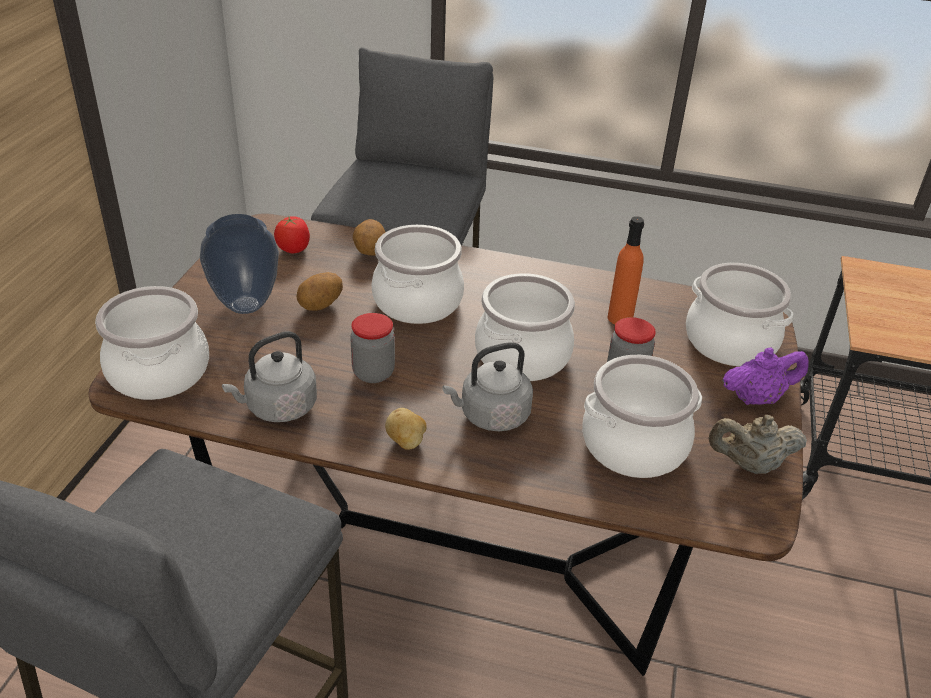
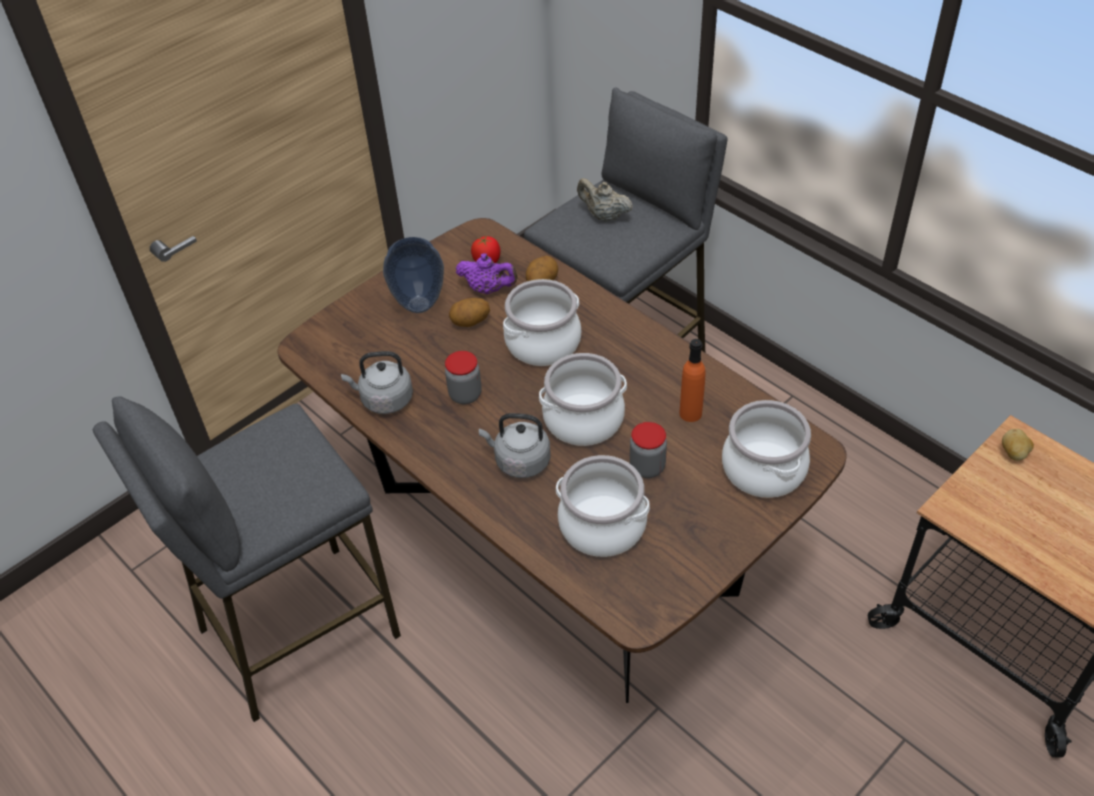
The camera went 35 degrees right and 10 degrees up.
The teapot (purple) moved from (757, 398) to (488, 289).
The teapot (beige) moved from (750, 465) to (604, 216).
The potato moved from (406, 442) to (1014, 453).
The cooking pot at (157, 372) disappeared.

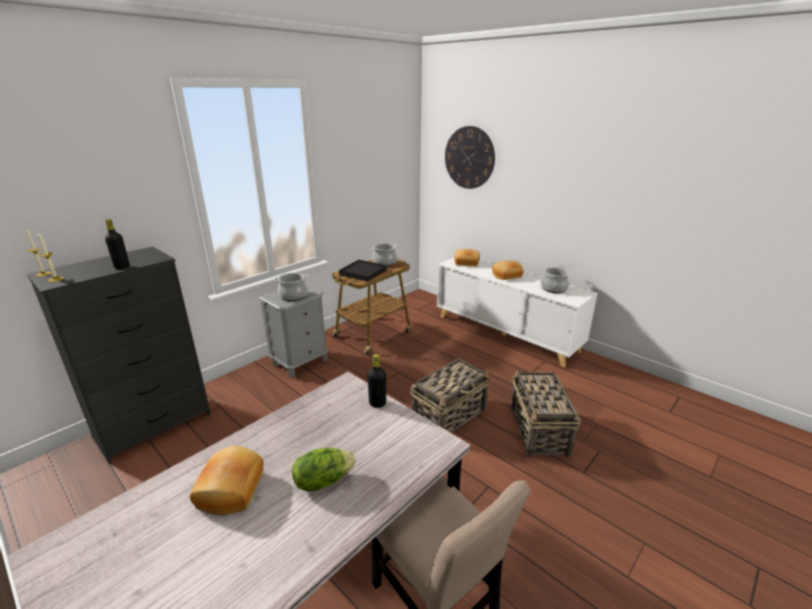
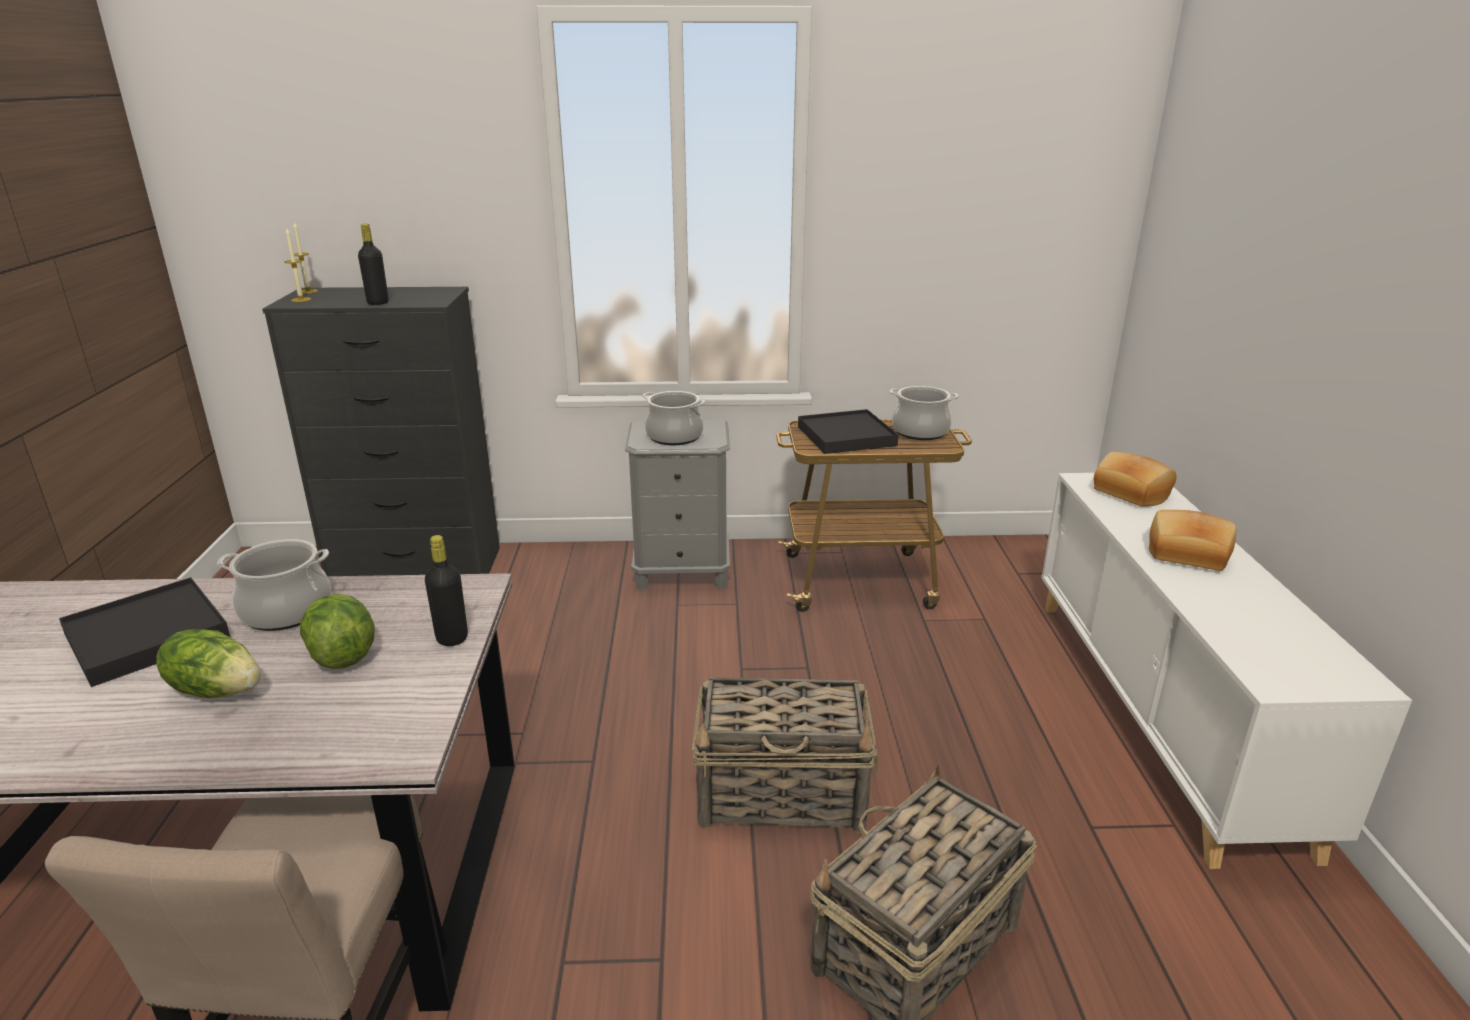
The camera went 45 degrees right and 0 degrees up.
The bread at (229, 490) was replaced by the tray (black) at (147, 635).
The cooking pot moved from (554, 288) to (286, 611).
The lettuce at (342, 654) appeared.
The wall clock at (469, 158) disappeared.

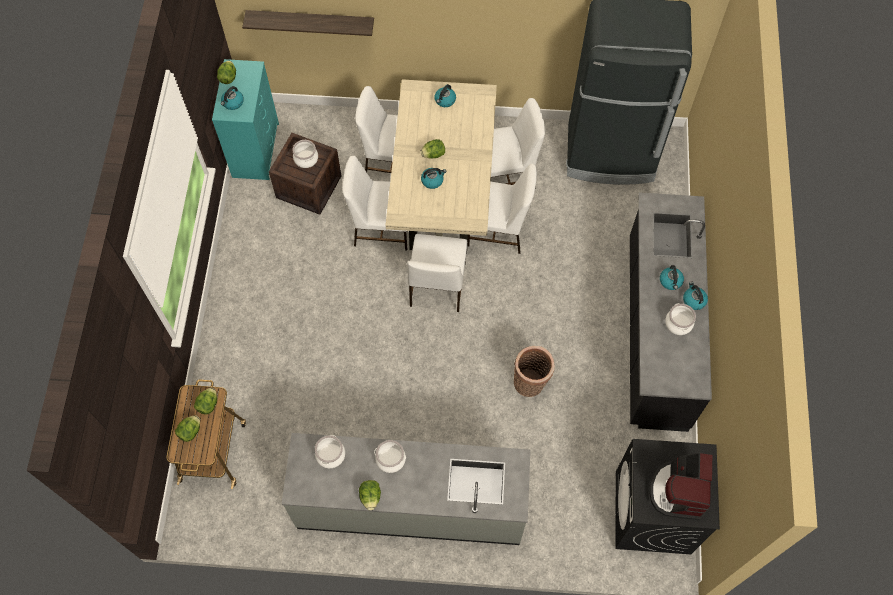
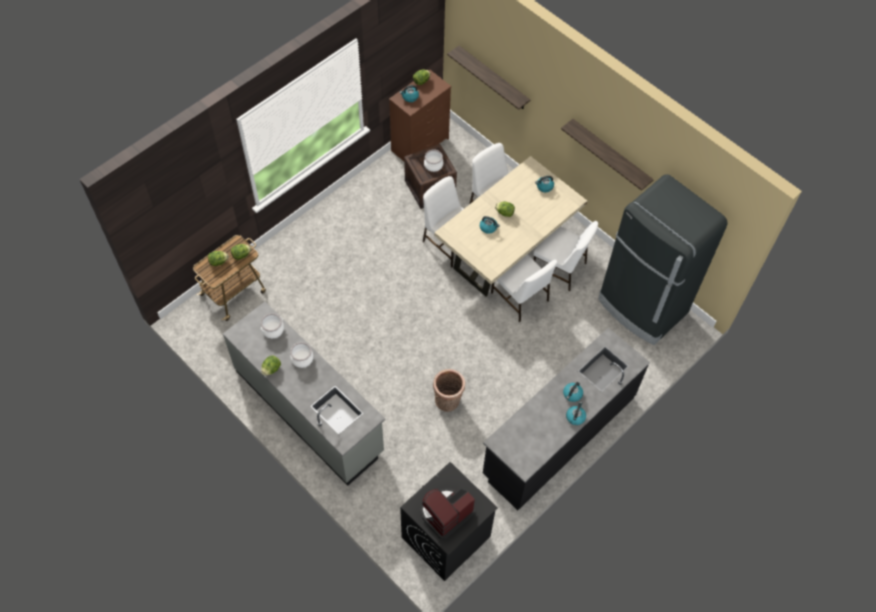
The camera went 40 degrees right and 5 degrees down.
The dresser (turquoise) at (255, 149) became the dresser (brown) at (420, 144).
The shelf at (610, 155) appeared.
The chair (white) at (437, 286) disappeared.
The cooking pot at (679, 323) disappeared.

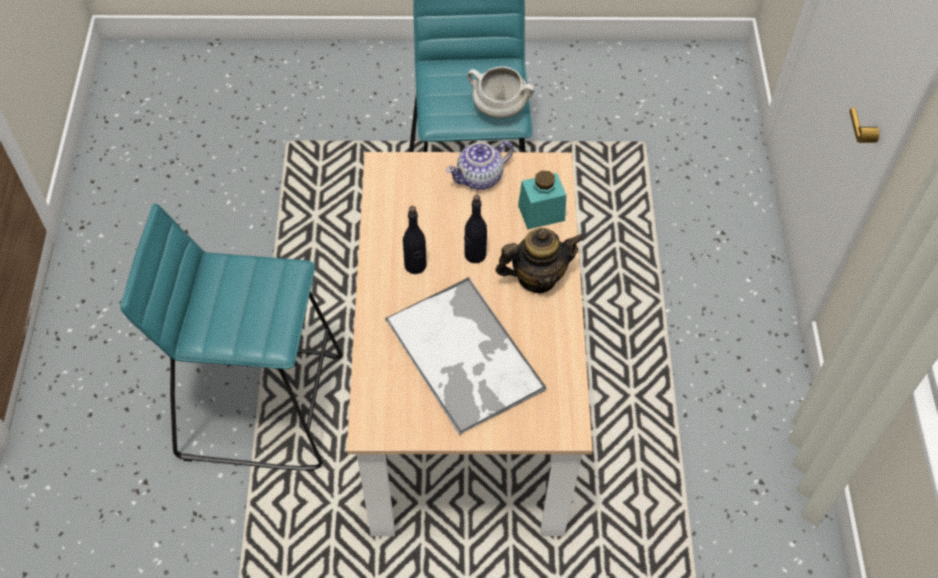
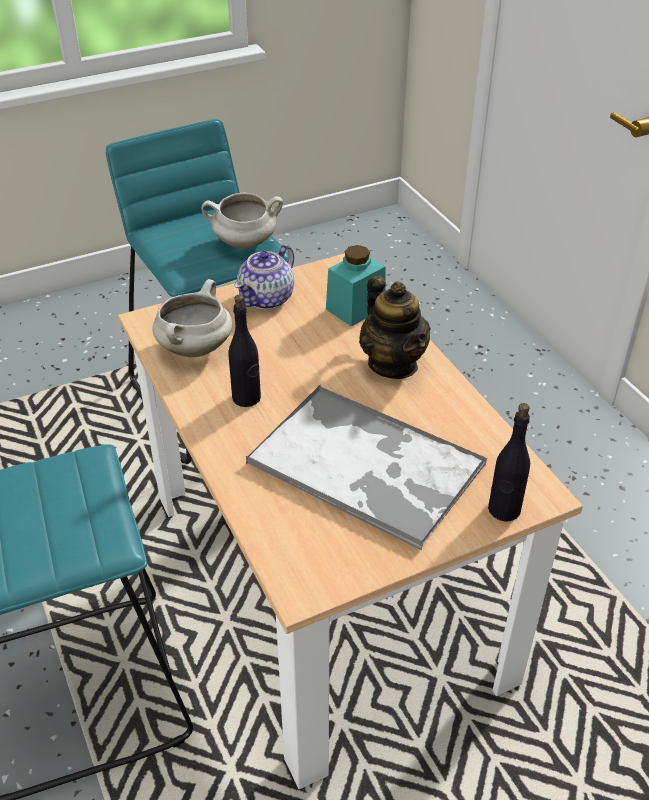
The camera went 25 degrees left and 15 degrees down.
The cooking pot (white) at (195, 348) appeared.
The teapot at (537, 277) turned 105 degrees clockwise.
The bottle (black) moved from (474, 255) to (504, 510).

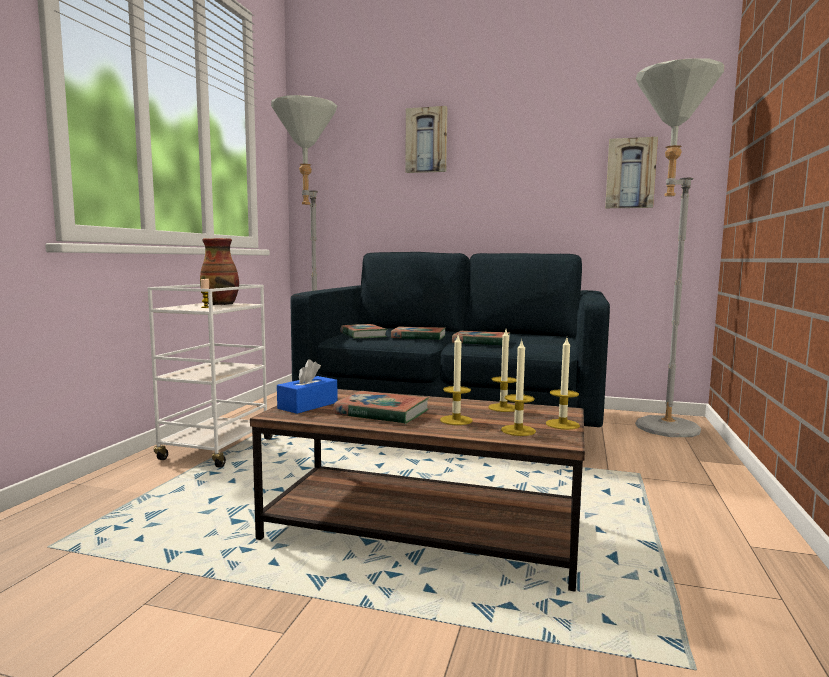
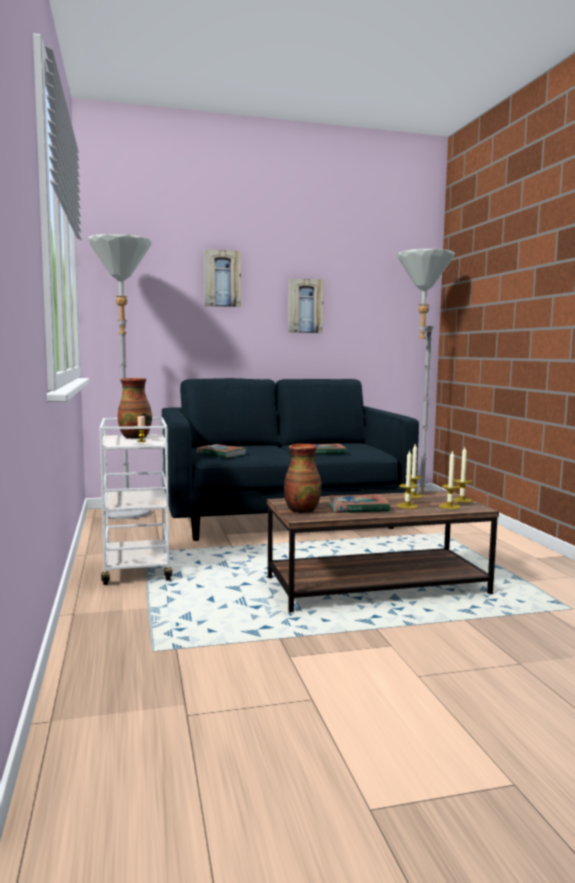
The camera went 30 degrees left and 0 degrees up.
The tissue box (blue) at (308, 405) was replaced by the vase at (301, 510).
The picture moved from (630, 173) to (305, 306).
The book at (418, 337) disappeared.

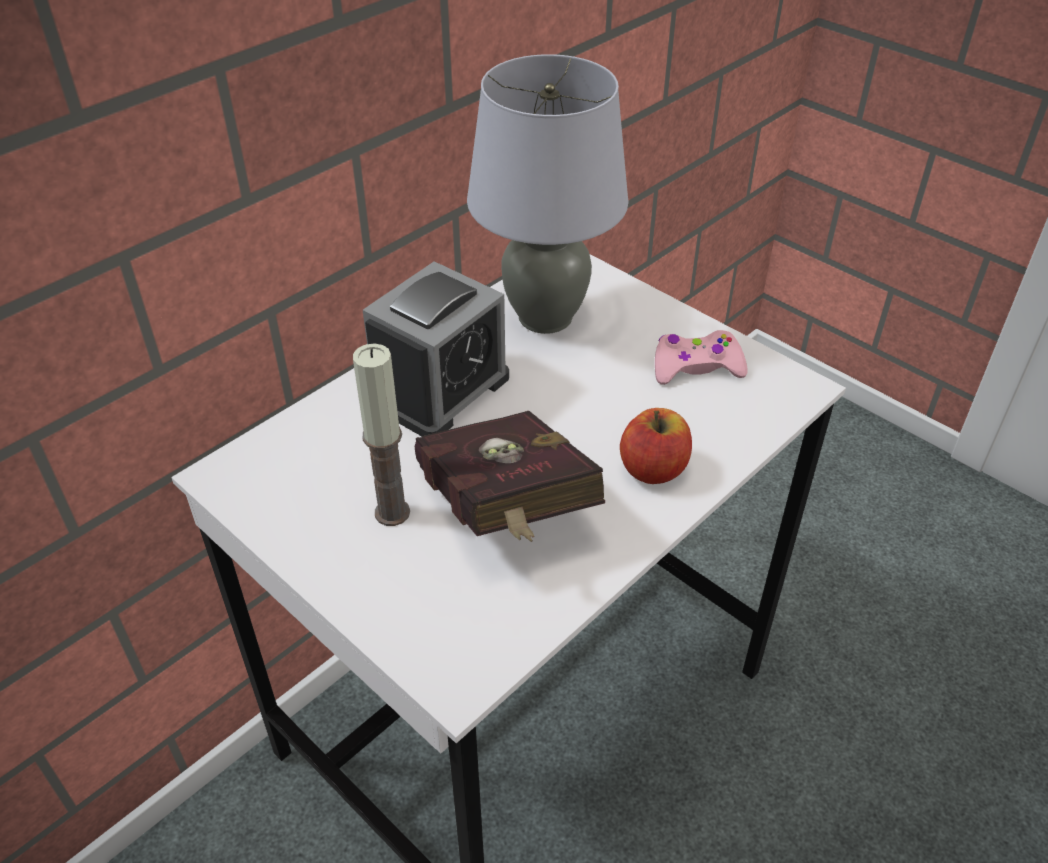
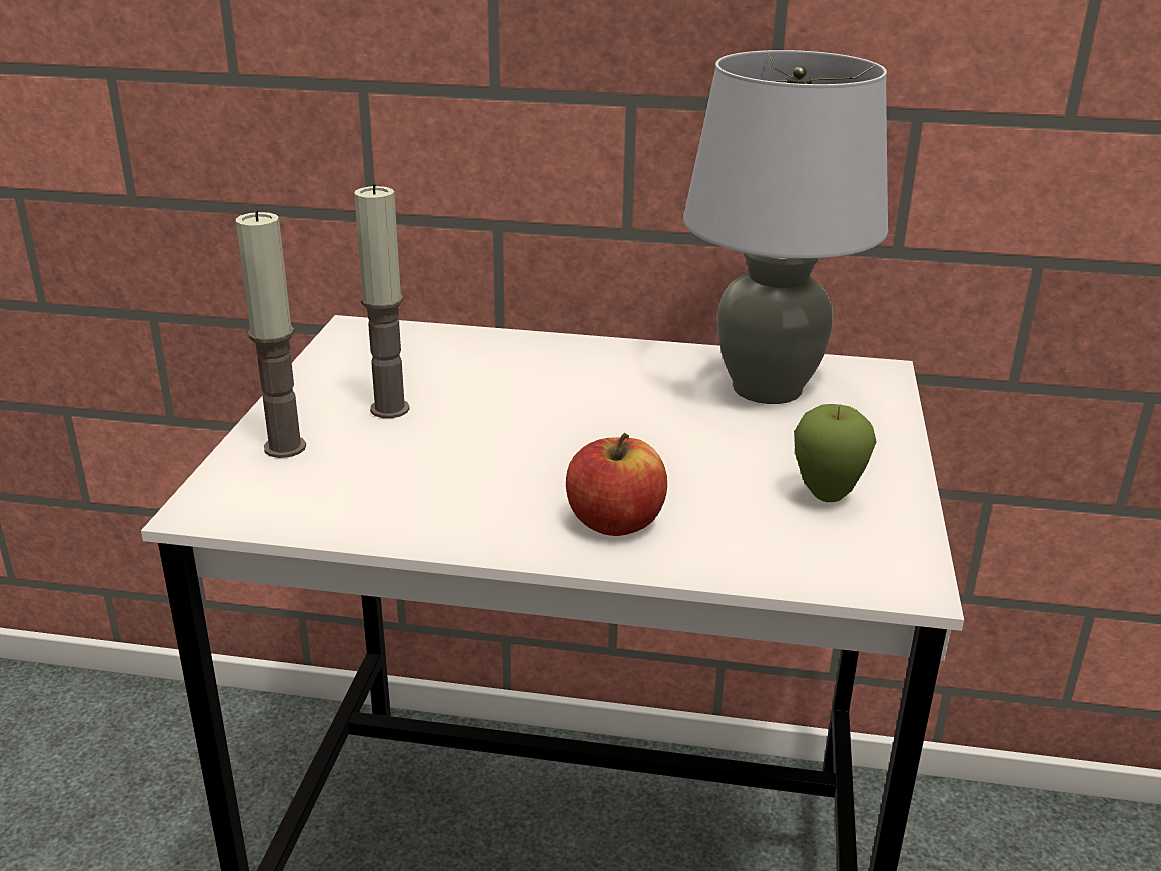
The camera went 55 degrees right and 15 degrees down.
The candle at (284, 447) appeared.
The game controller (pink) at (696, 367) was replaced by the apple at (826, 498).
The alarm clock at (440, 390) disappeared.
The book (red) at (506, 513) disappeared.

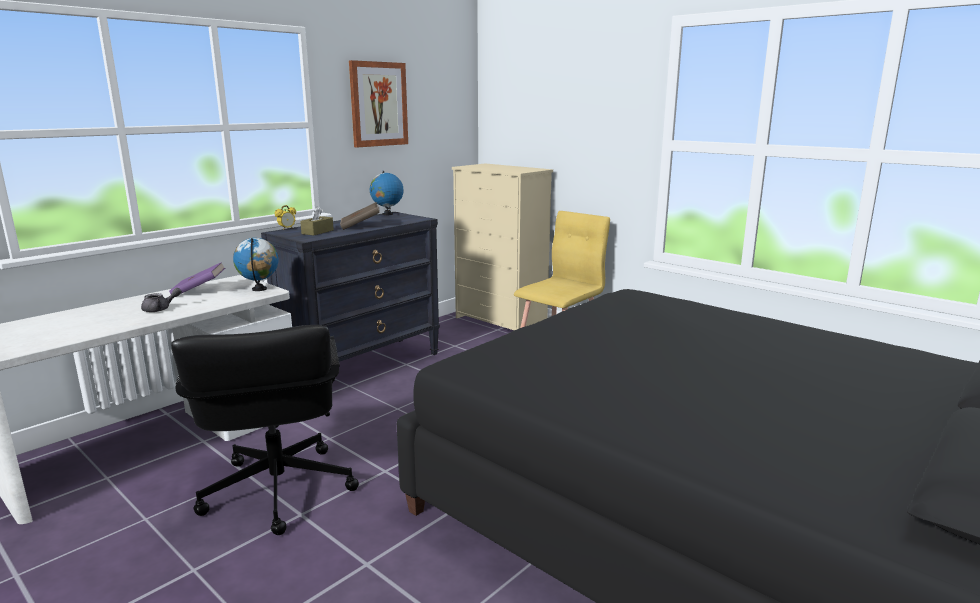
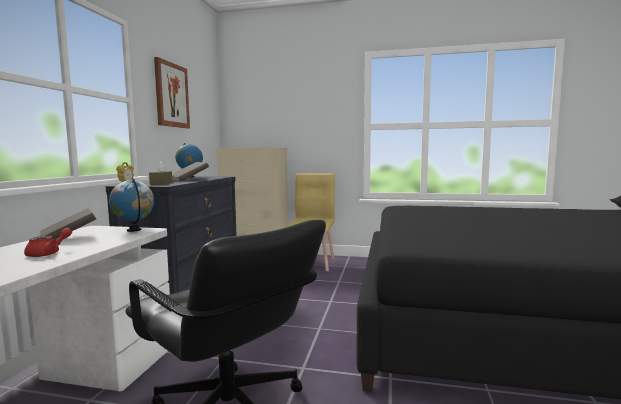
The camera went 30 degrees left and 10 degrees down.
The teapot (grey) at (160, 309) became the teapot (red) at (48, 253).
The book (purple) at (199, 291) became the book (brown) at (69, 238).

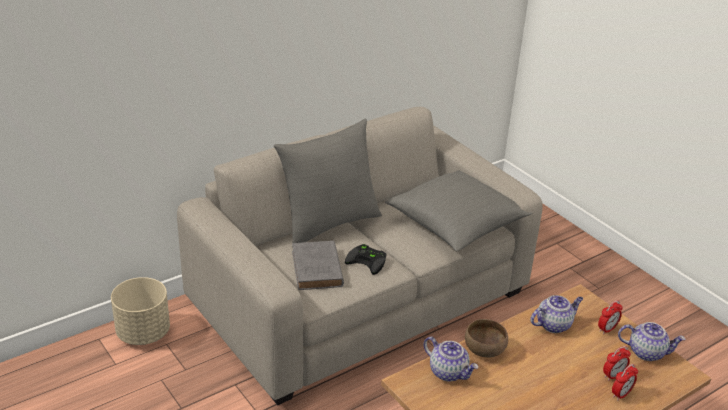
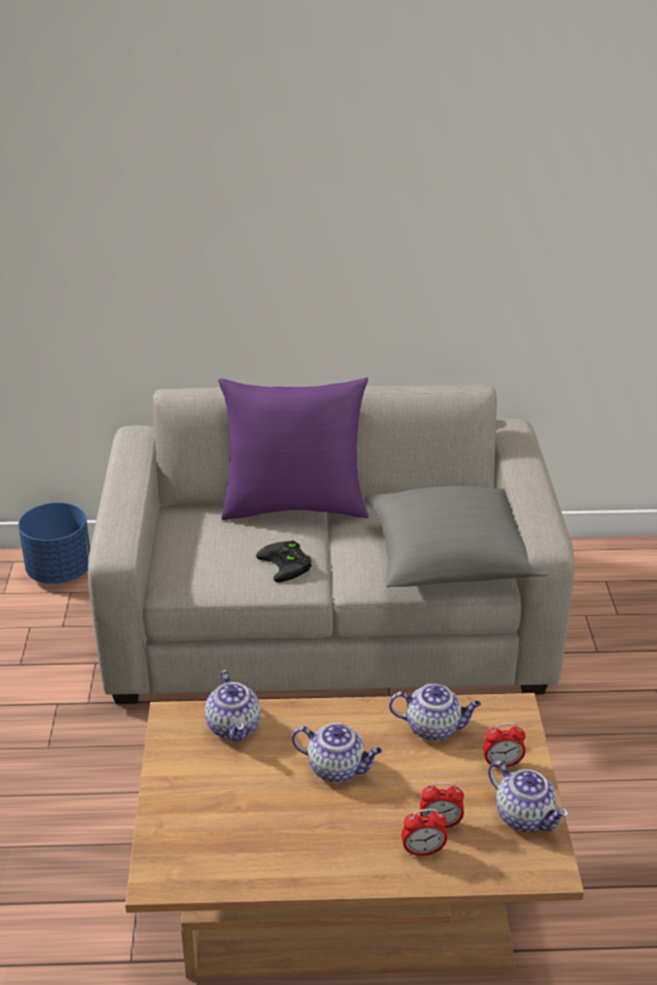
The camera went 35 degrees right and 0 degrees up.
The planter (beige) at (143, 332) became the planter (blue) at (60, 571).
The pillow (grey) at (329, 223) became the pillow (purple) at (294, 506).
The teapot at (337, 769) appeared.
The book (grey) at (317, 270) disappeared.
The bowl (brown) at (484, 349) disappeared.

